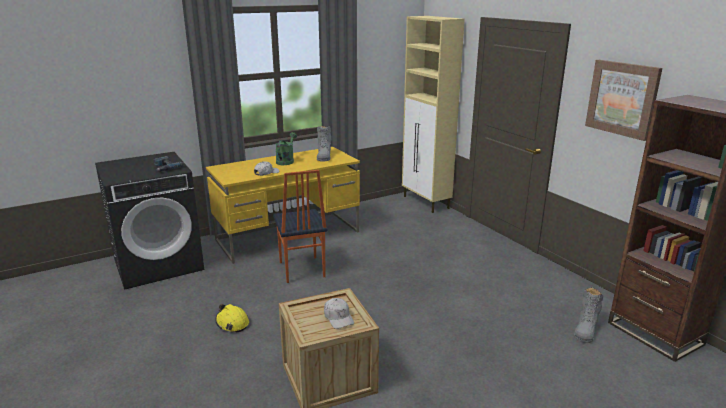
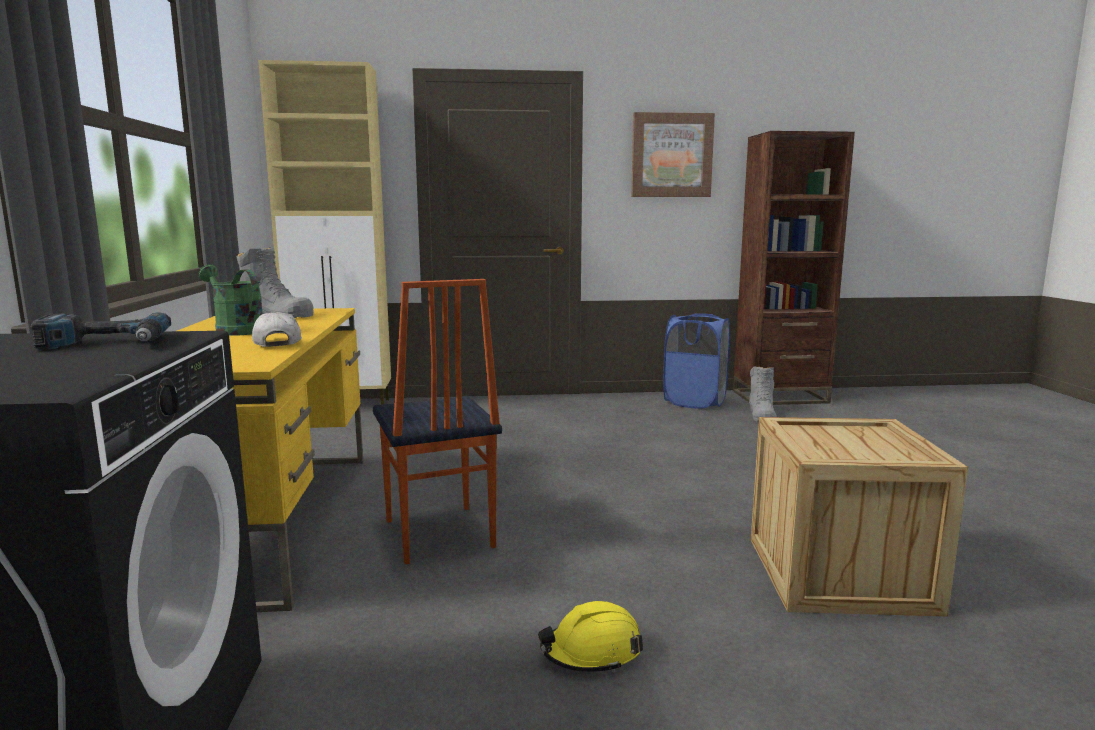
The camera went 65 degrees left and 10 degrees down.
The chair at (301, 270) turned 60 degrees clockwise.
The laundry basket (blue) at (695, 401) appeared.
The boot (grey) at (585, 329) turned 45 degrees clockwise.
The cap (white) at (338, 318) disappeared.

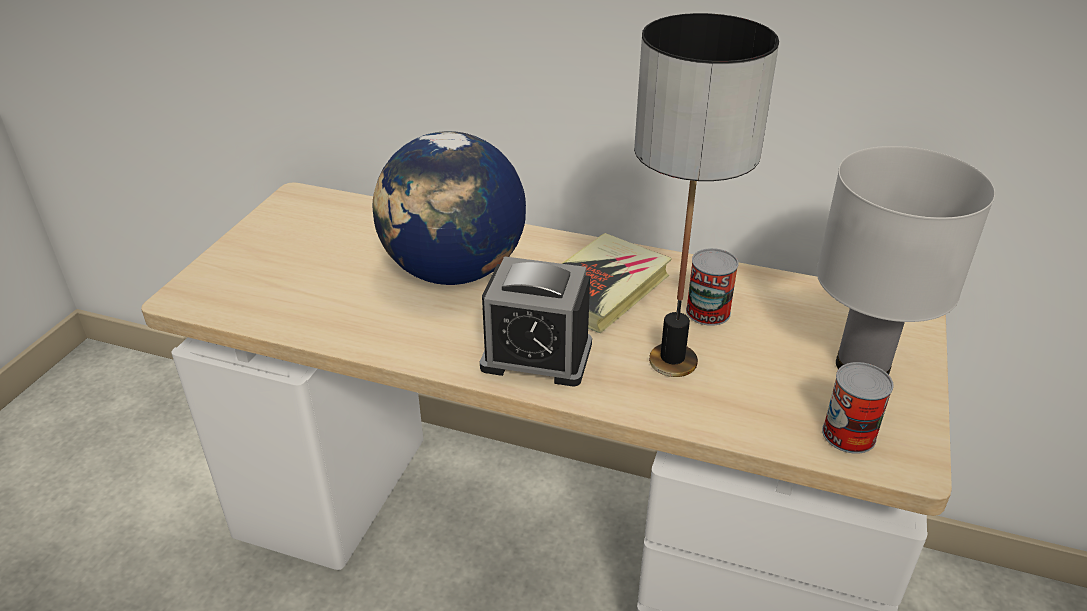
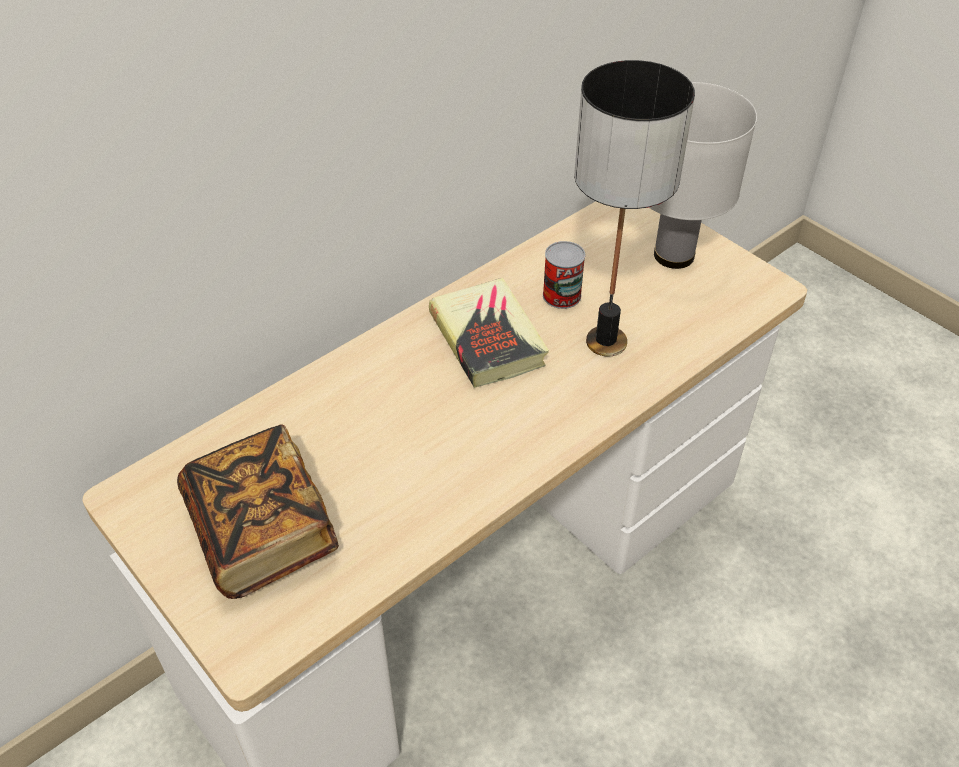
The camera went 60 degrees left and 10 degrees up.
The book at (262, 532) appeared.
The globe at (454, 272) disappeared.
The alarm clock at (536, 356) disappeared.
The can at (848, 434) disappeared.

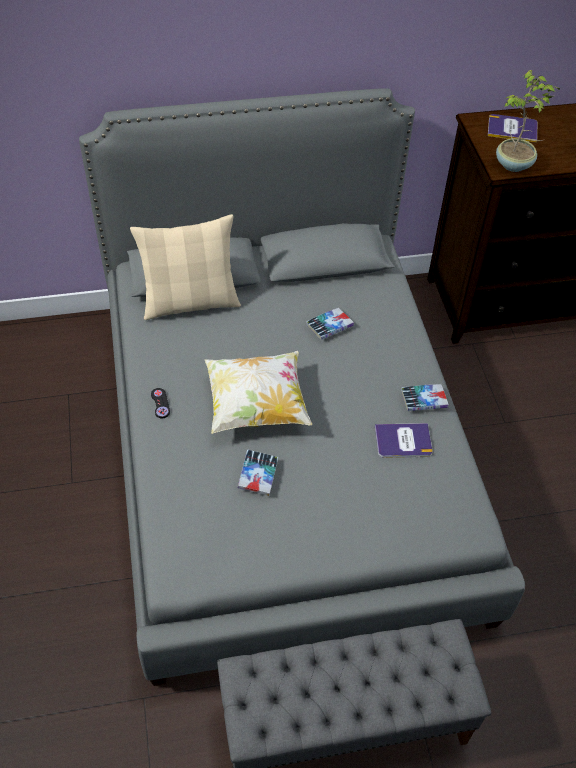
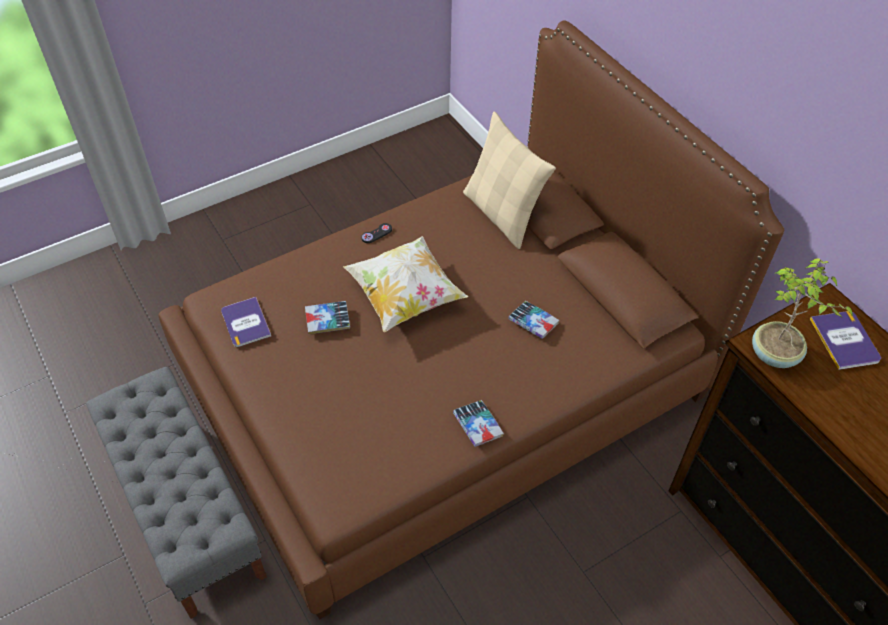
The camera went 70 degrees right and 0 degrees up.
The bed (grey) at (283, 452) became the bed (brown) at (442, 380).
The book moved from (403, 441) to (245, 323).

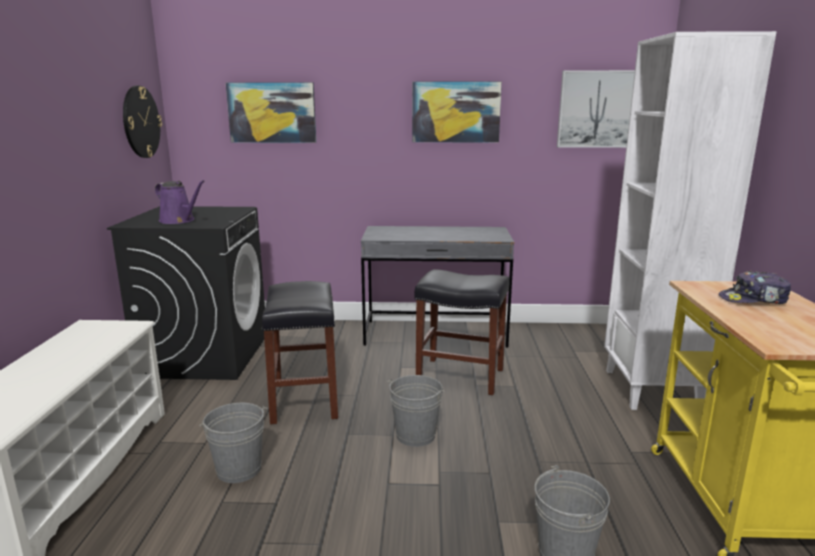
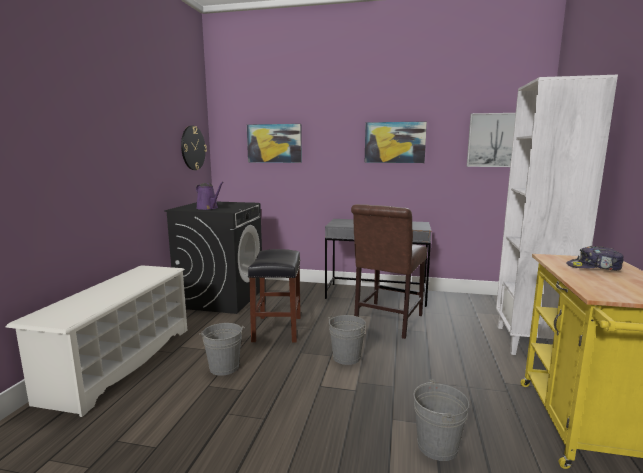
The camera went 10 degrees right and 5 degrees down.
The stool (black) at (459, 376) was replaced by the chair (brown) at (386, 322).

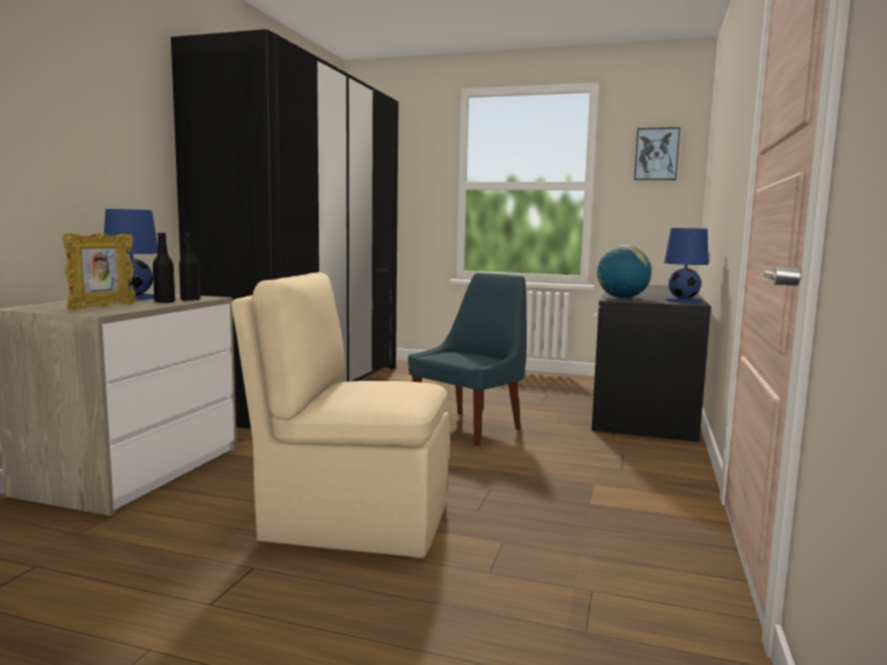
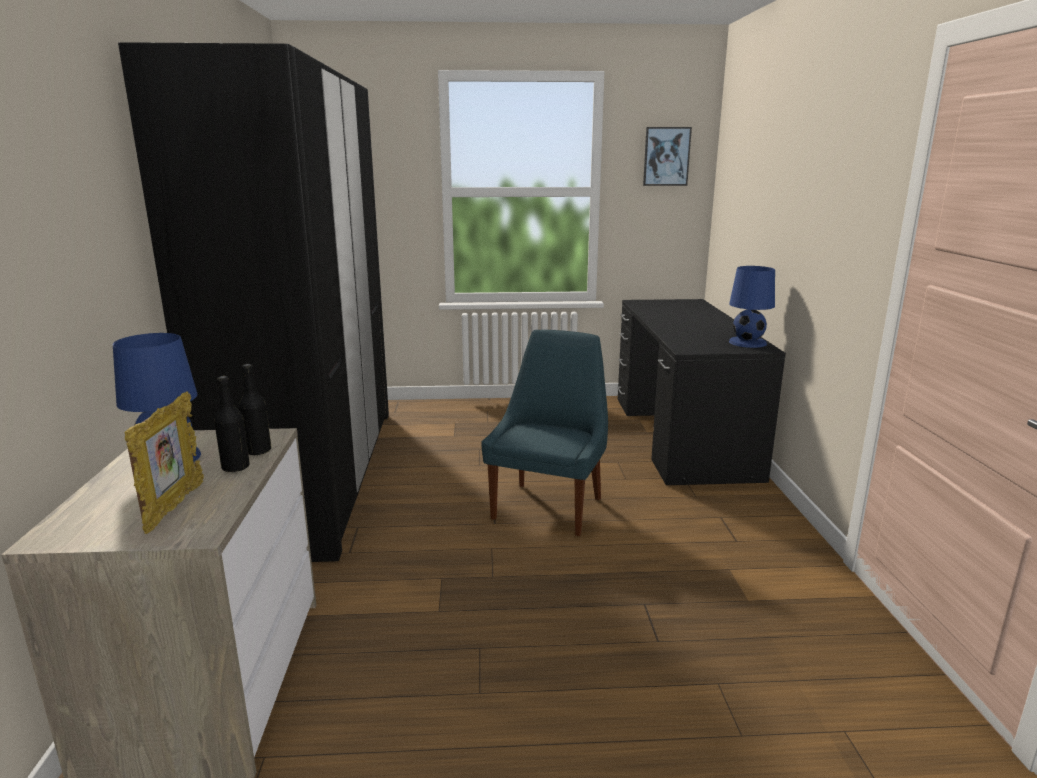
The camera went 20 degrees left and 10 degrees up.
The chair (beige) at (352, 520) disappeared.
The globe at (622, 298) disappeared.

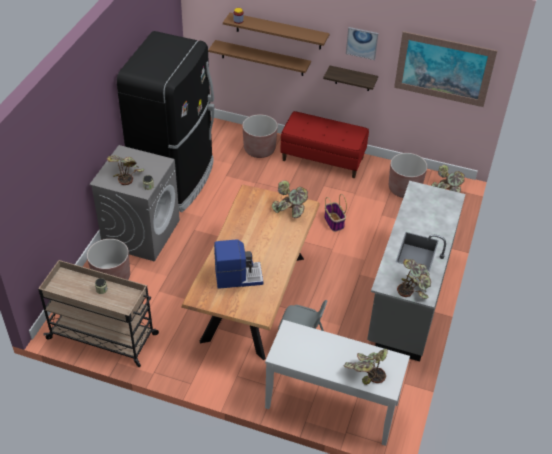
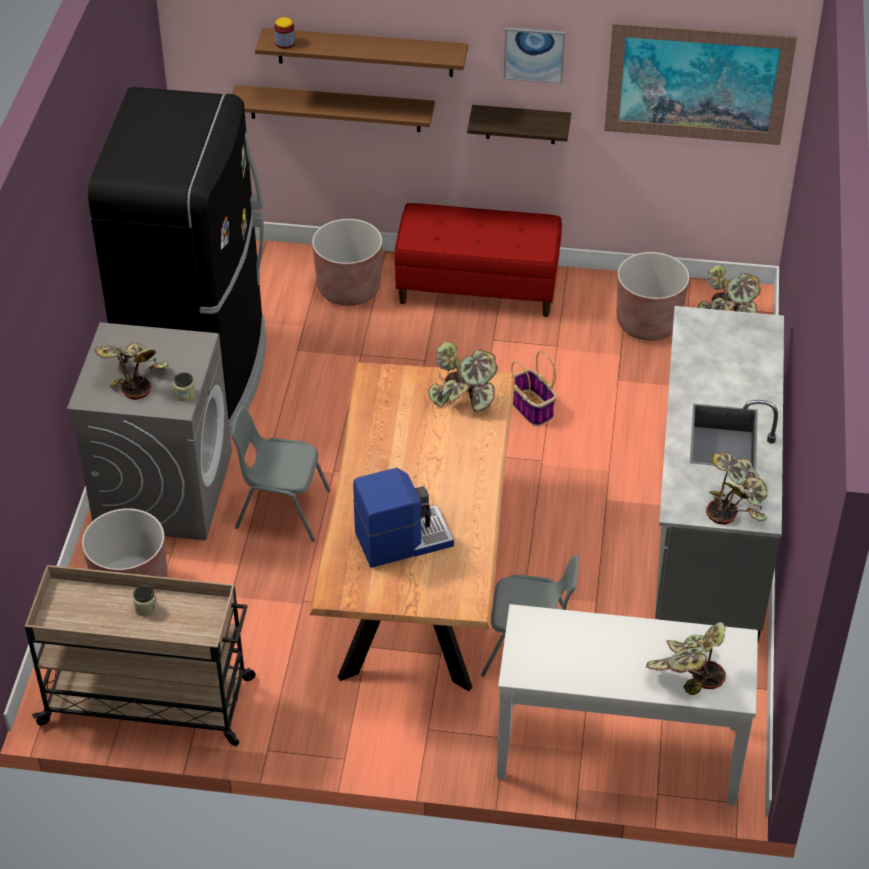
The camera went 10 degrees left and 0 degrees up.
The chair (grey) at (281, 509) appeared.

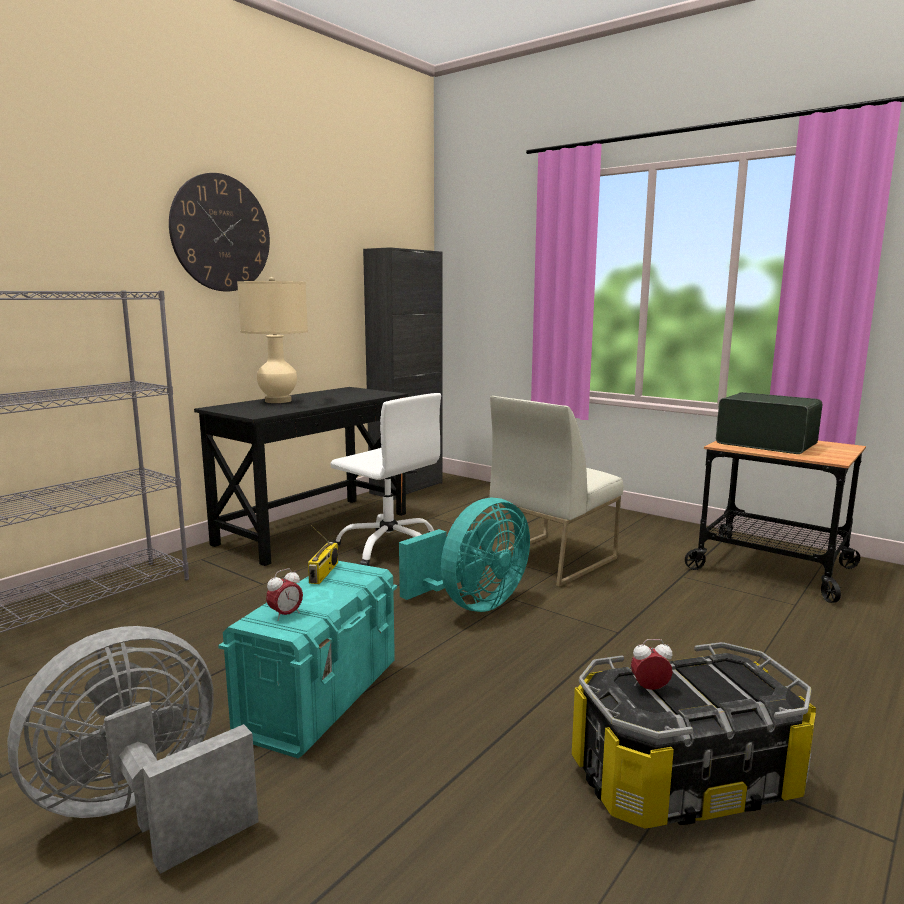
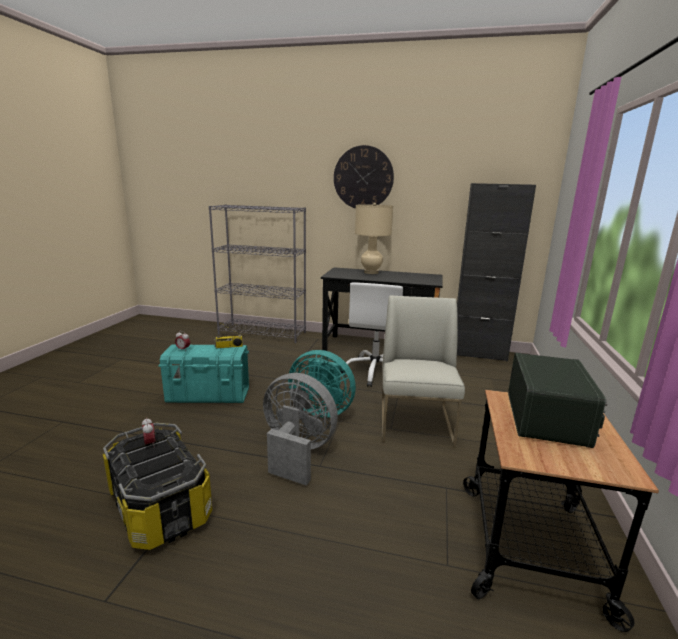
The camera went 65 degrees right and 5 degrees up.
The fan (grey) moved from (143, 811) to (297, 452).
The chair (white) at (551, 559) turned 75 degrees clockwise.

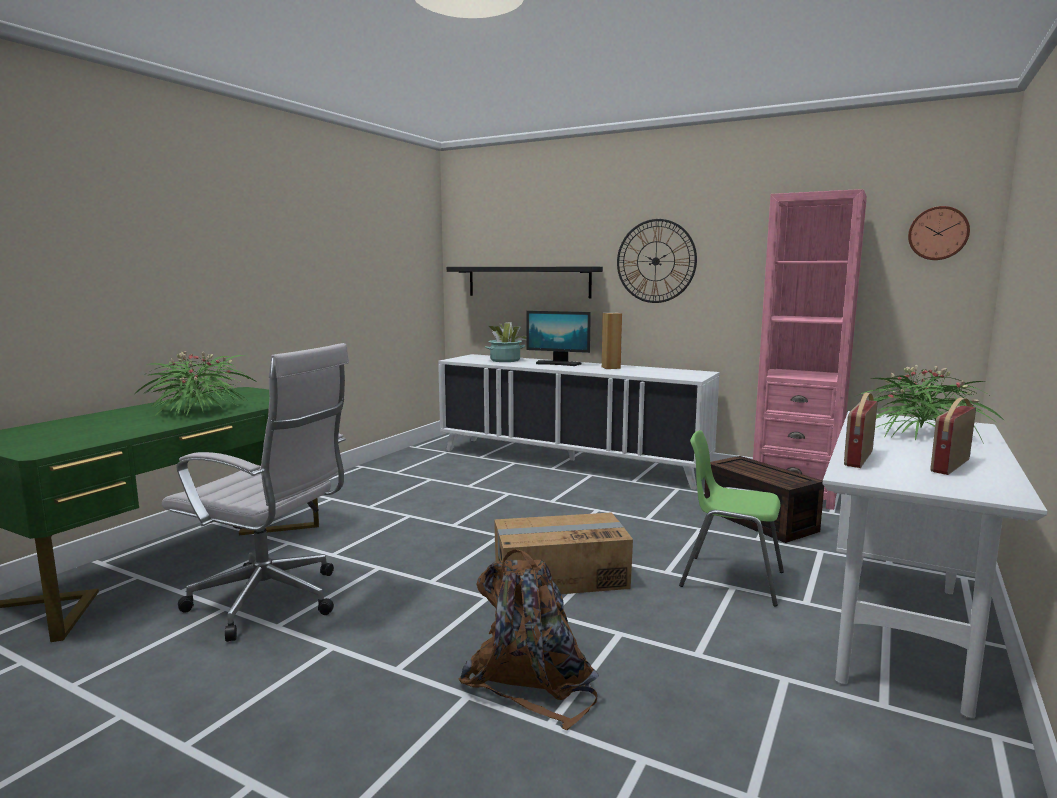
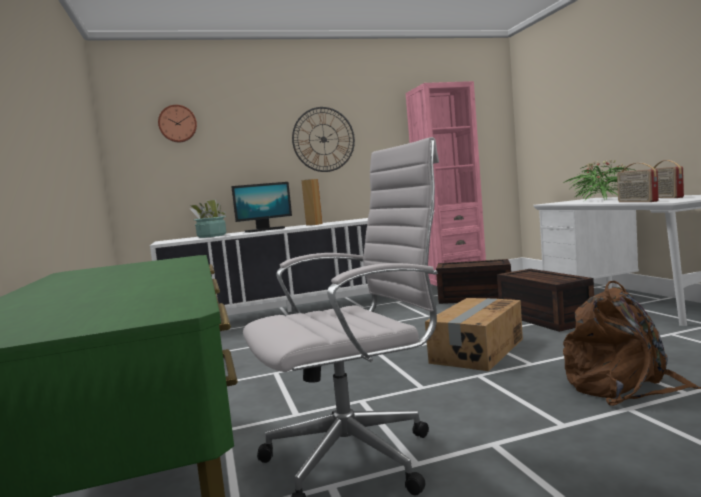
The camera went 45 degrees left and 5 degrees down.
The wall clock moved from (938, 233) to (177, 124).
The chair (green) at (731, 579) was replaced by the storage box (brown) at (542, 318).
The potted plant at (198, 410) disappeared.
The shelf (black) at (528, 281) disappeared.

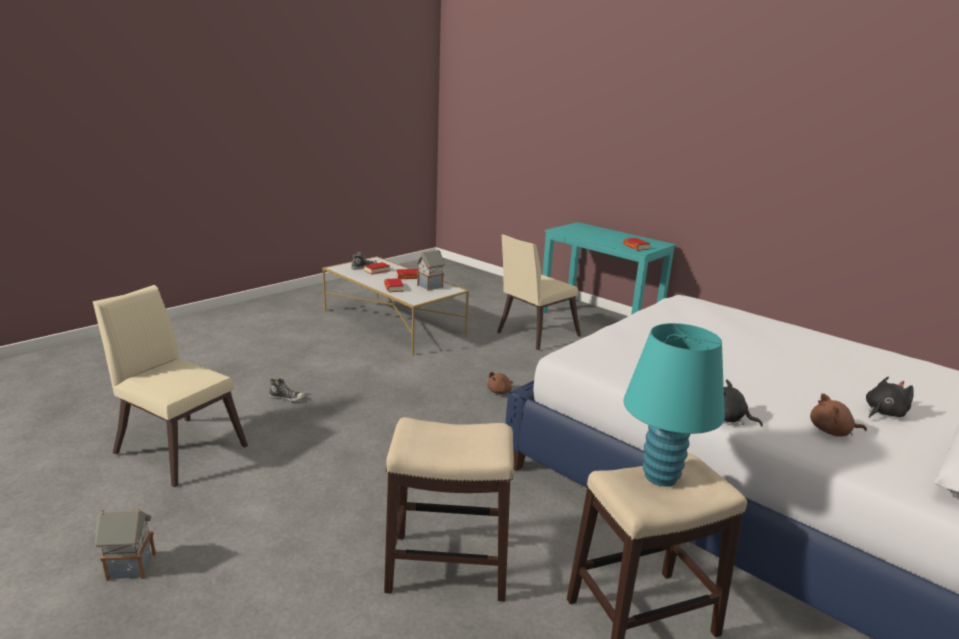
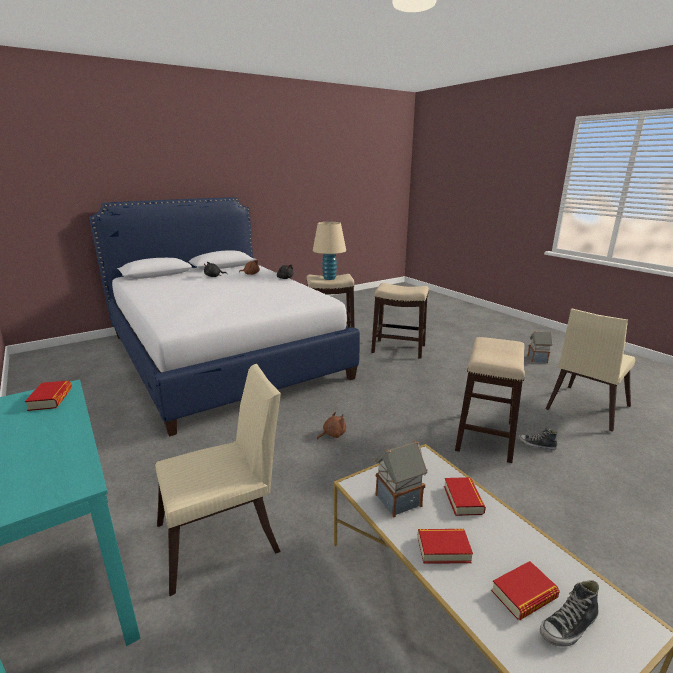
The camera went 165 degrees left and 0 degrees up.
The table lamp (turquoise) at (660, 476) became the table lamp (beige) at (329, 278).
The stool at (485, 436) appeared.
The chair (beige) at (178, 446) turned 90 degrees clockwise.

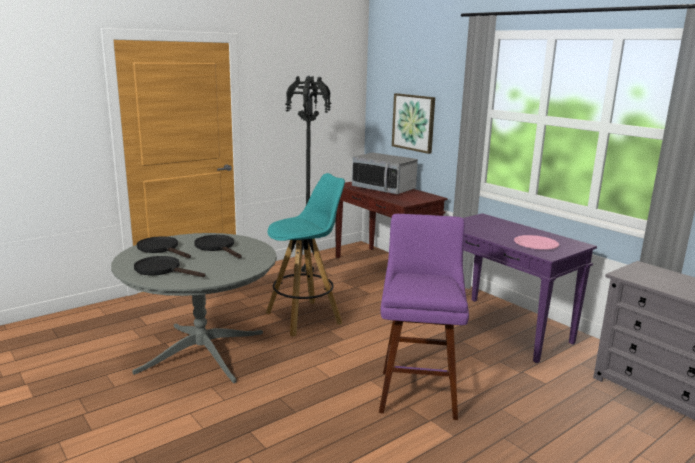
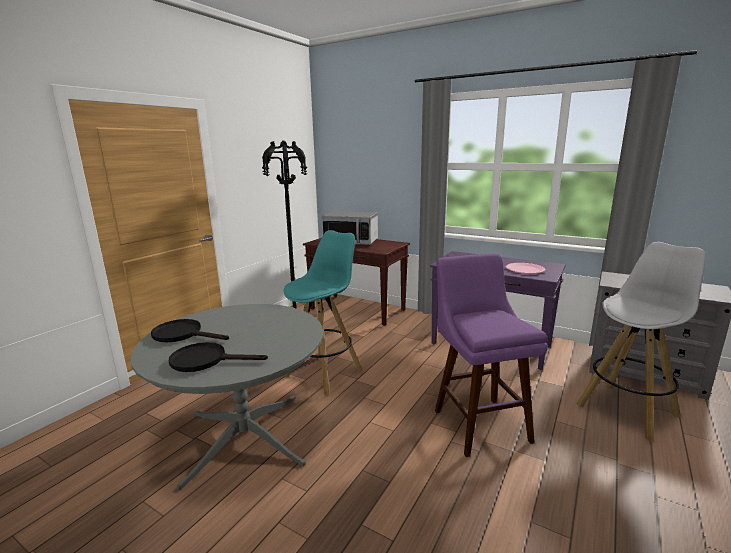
The camera went 20 degrees left and 0 degrees up.
The stool (white) at (627, 410) appeared.
The frying pan (black) at (217, 247) disappeared.
The picture at (413, 122) disappeared.

